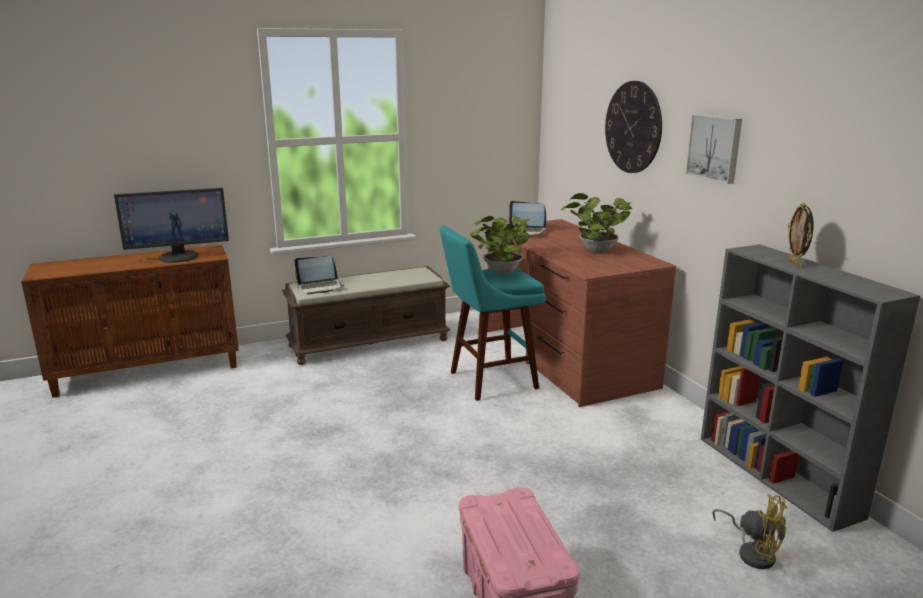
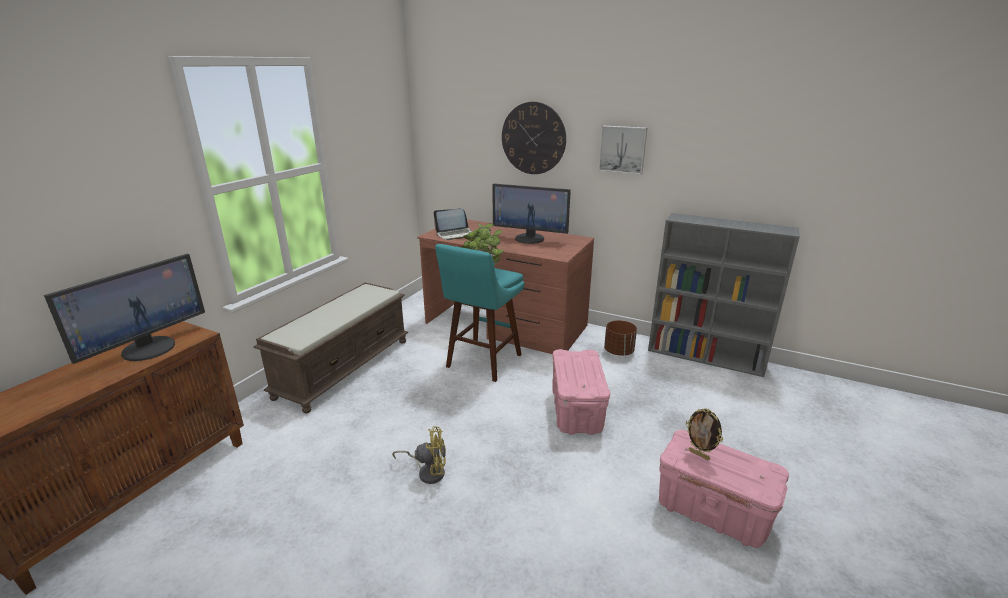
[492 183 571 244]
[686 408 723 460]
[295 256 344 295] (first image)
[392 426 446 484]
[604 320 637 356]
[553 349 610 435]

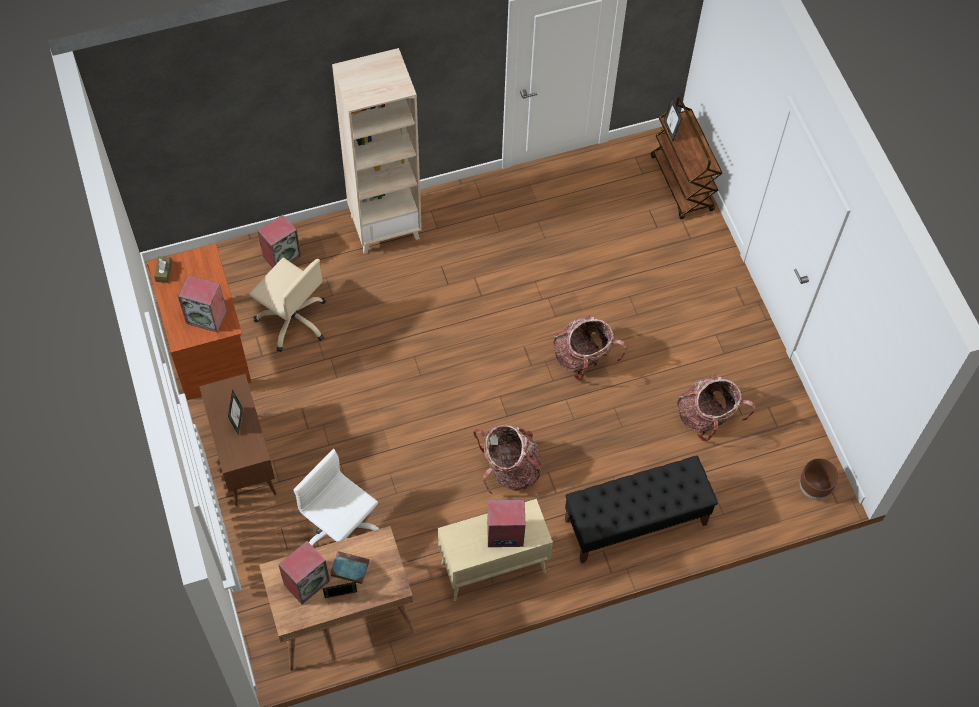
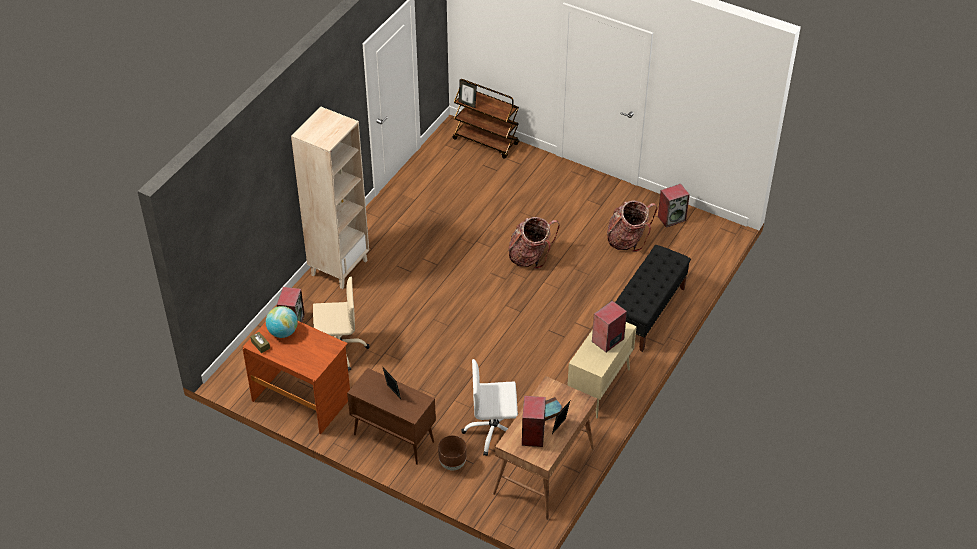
[658 184 690 228]
[473 425 541 494] (first image)
[438 435 467 470]
[266 306 298 338]

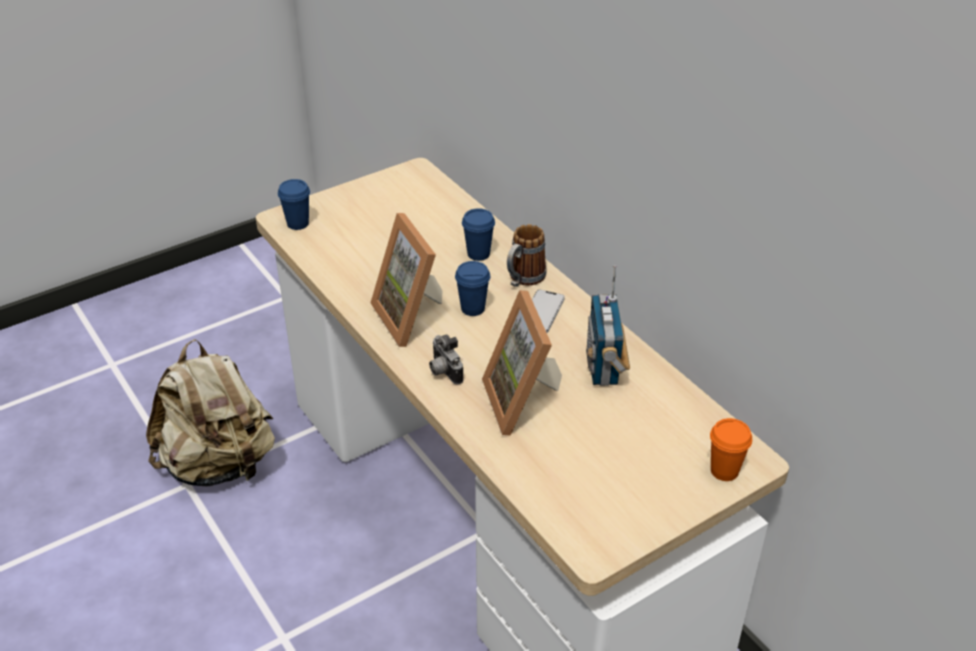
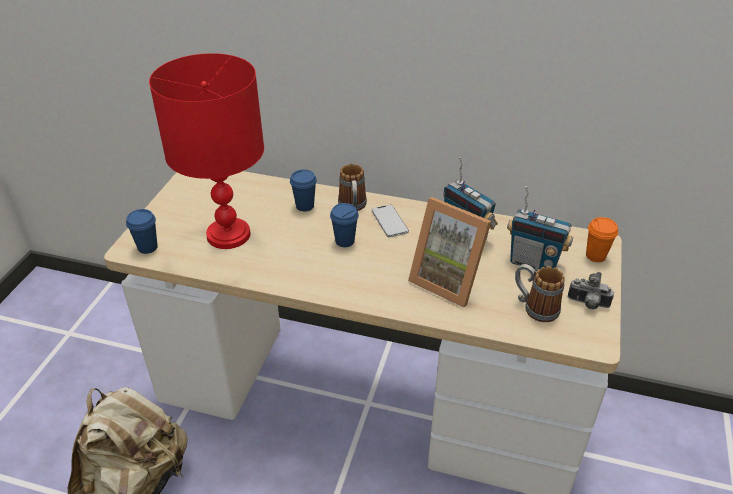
[371 213 442 347] (first image)
[568 272 614 309]
[149 53 264 249]
[507 186 573 271]
[515 264 565 322]

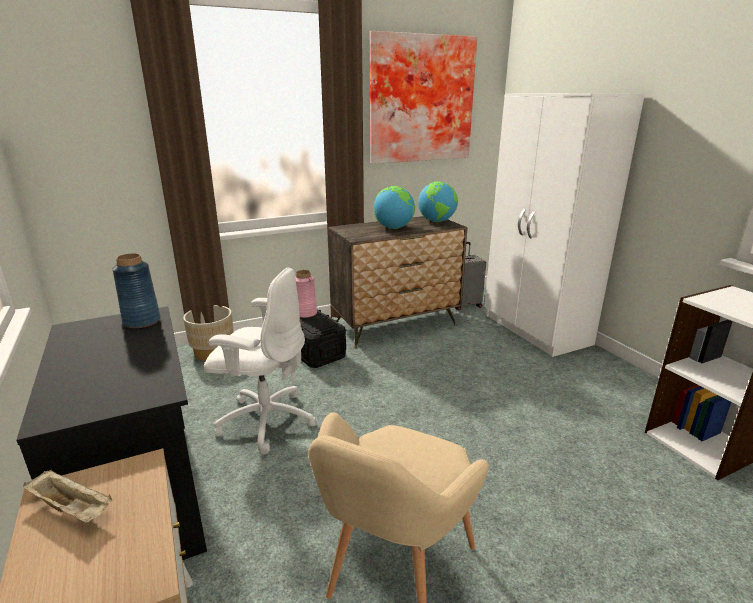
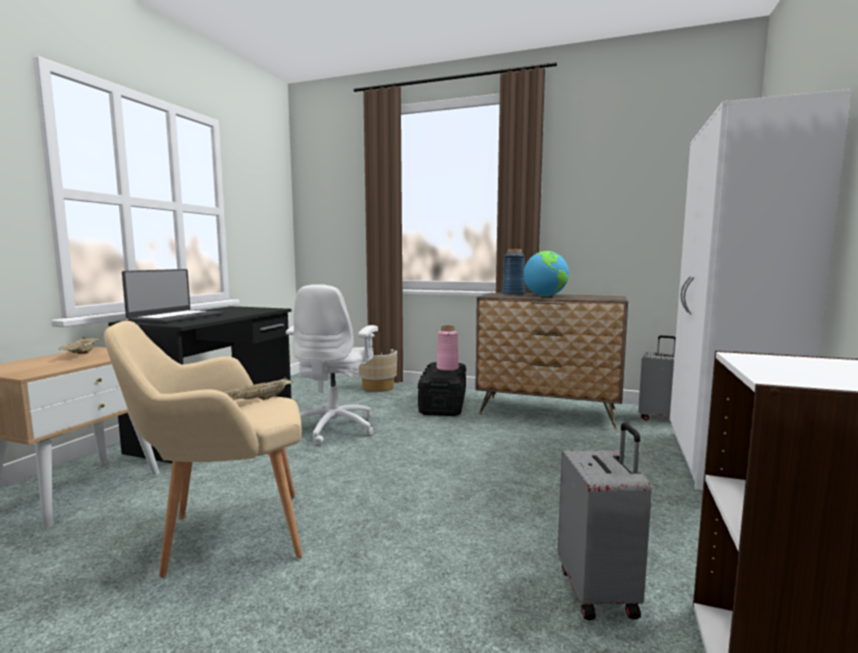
[370 31 477 164] (first image)
[418 181 458 222] (first image)
[502 249 525 295]
[286 284 378 445]
[122 269 223 324]
[221 377 293 400]
[558 423 652 620]

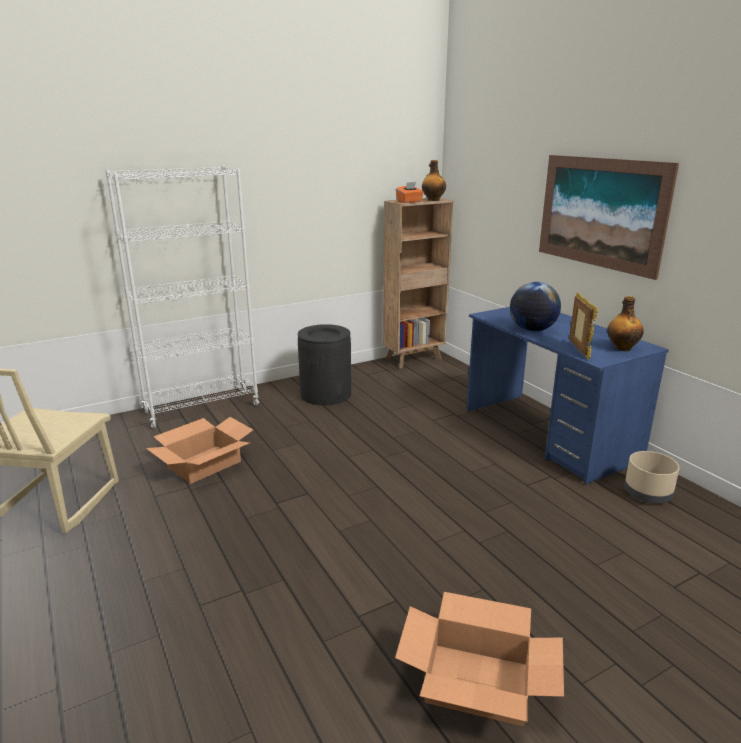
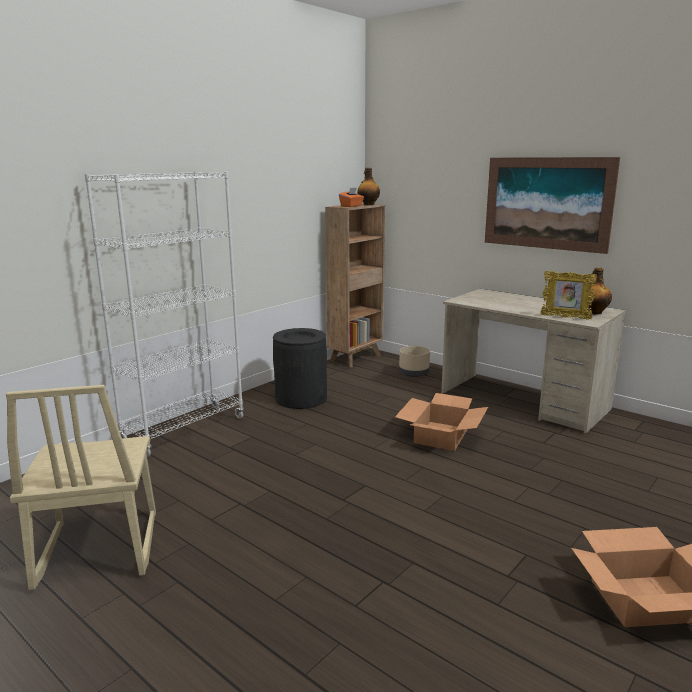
[510 282 561 331] (first image)
[540 271 597 319]
[441 289 626 434]
[395 393 488 451]
[399 346 430 377]

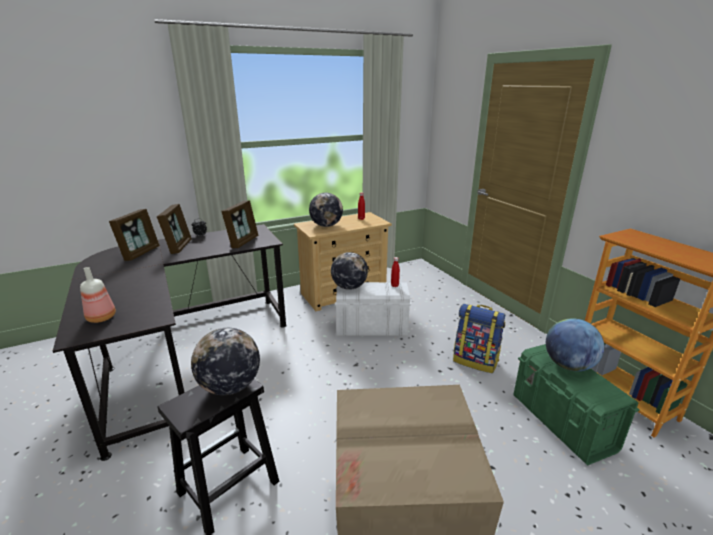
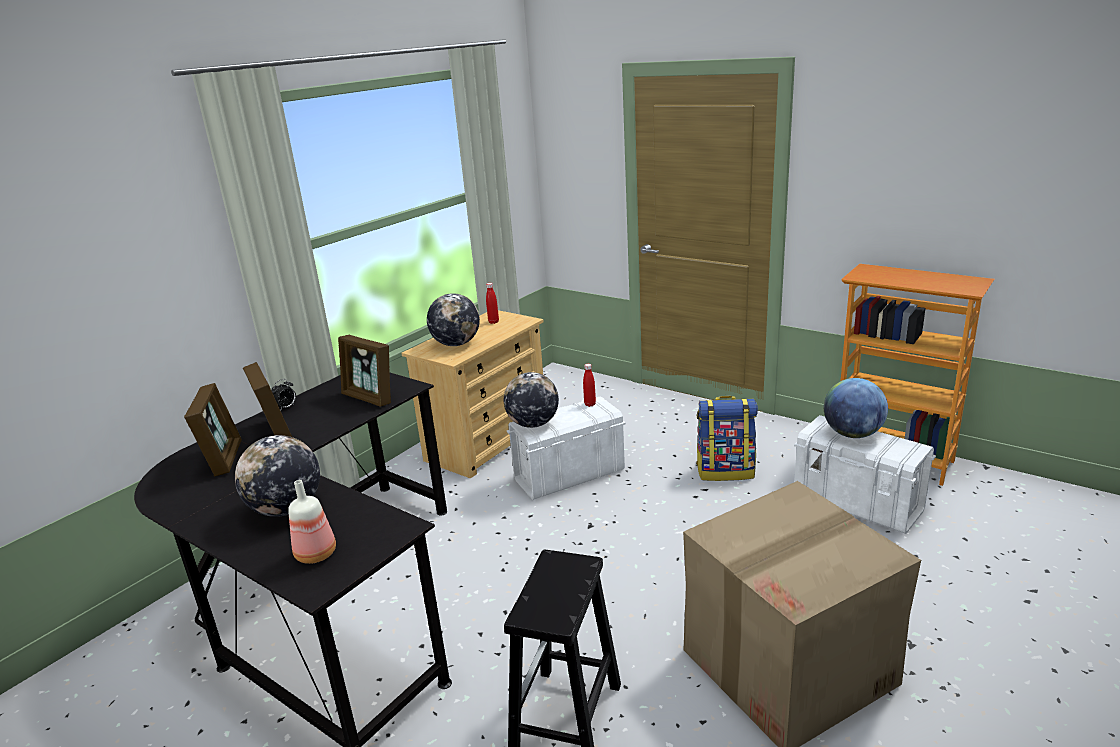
[338 335 391 407]
[235 435 320 517]
[794 415 936 534]

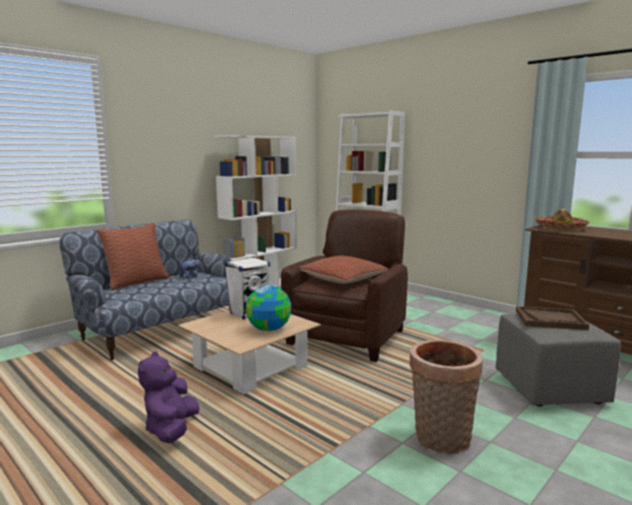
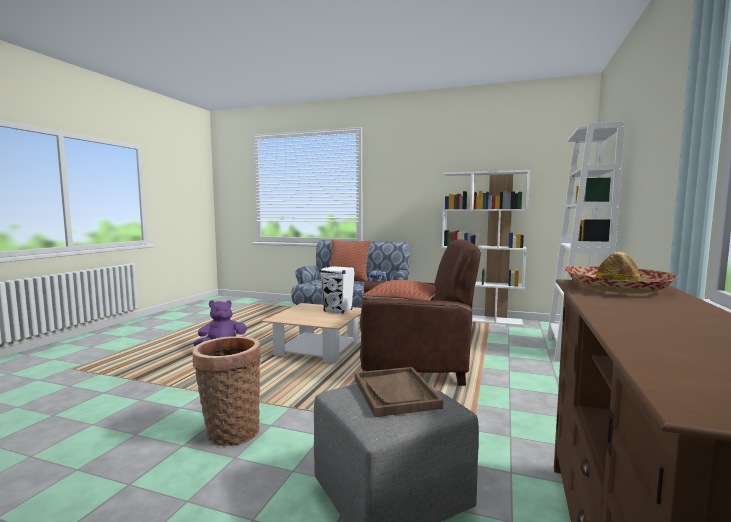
[246 285 291 331] (first image)

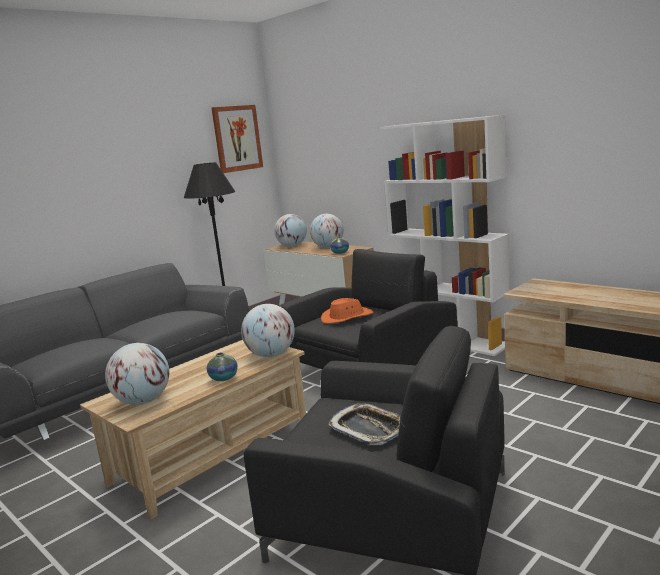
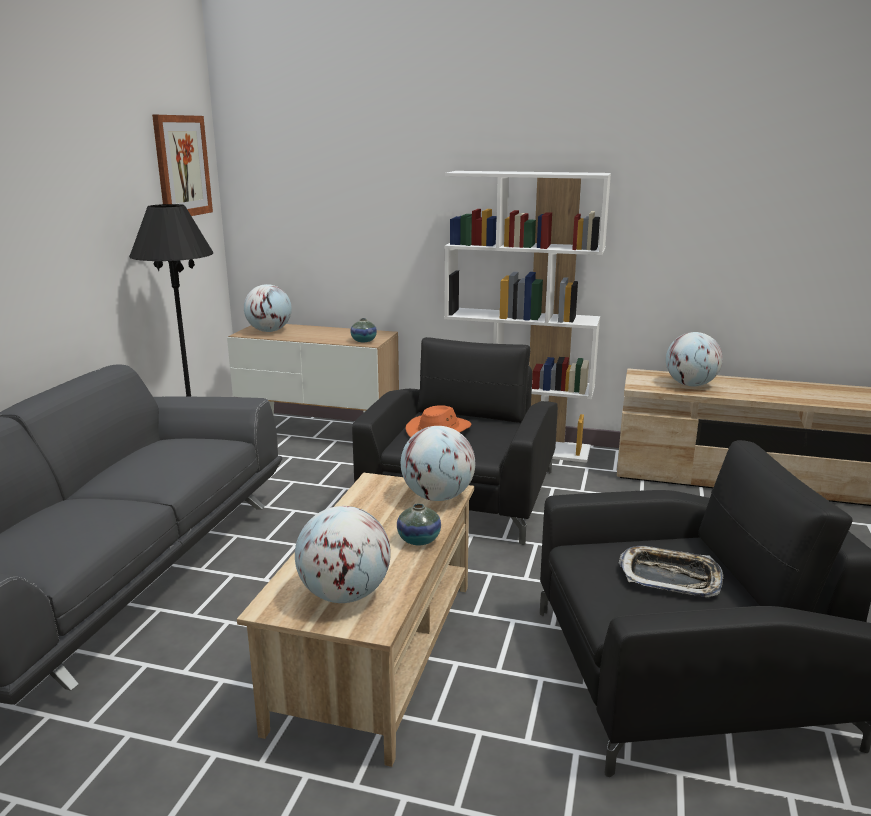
[666 332 723 386]

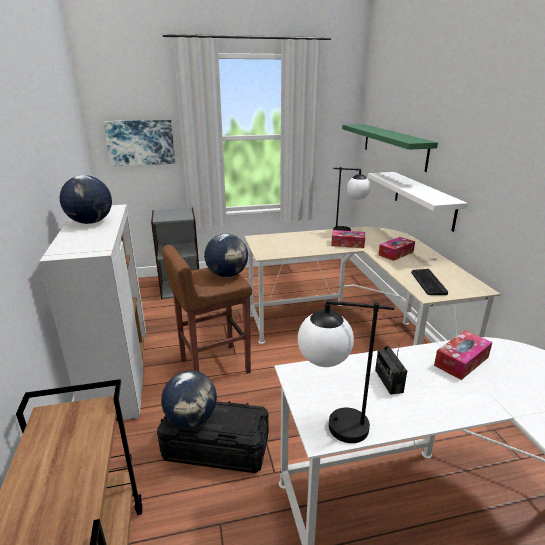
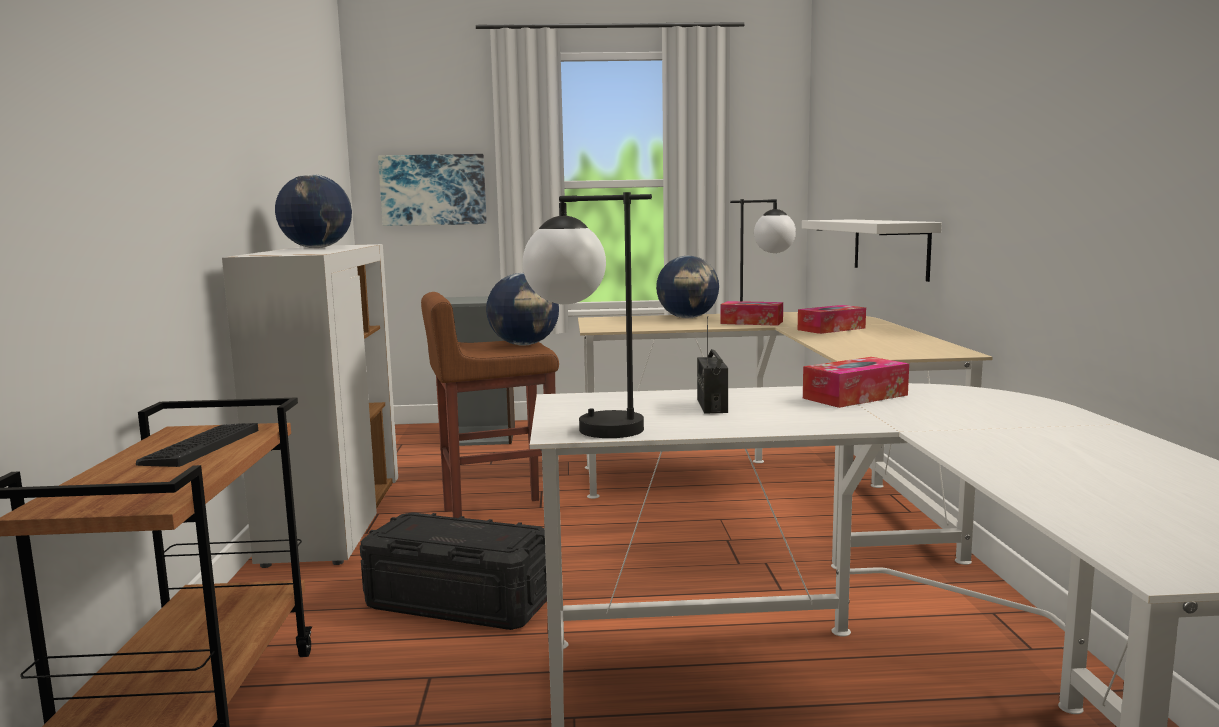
[342 124 438 172] (first image)
[136 423 258 467]
[656 256 719 318]

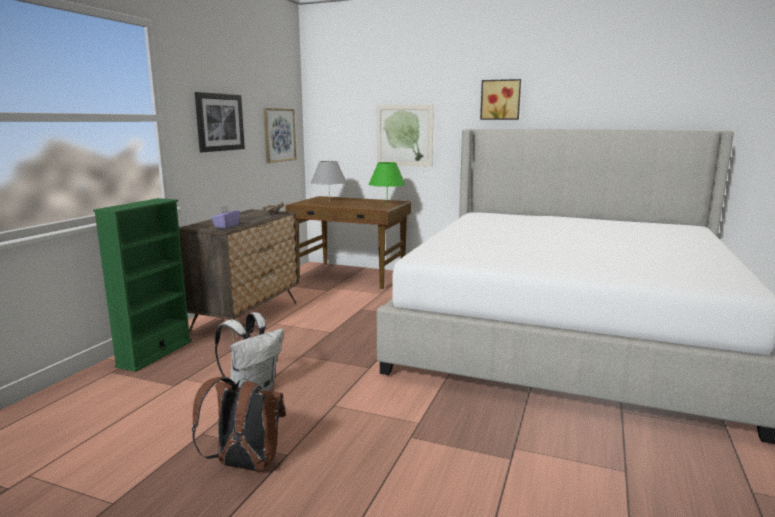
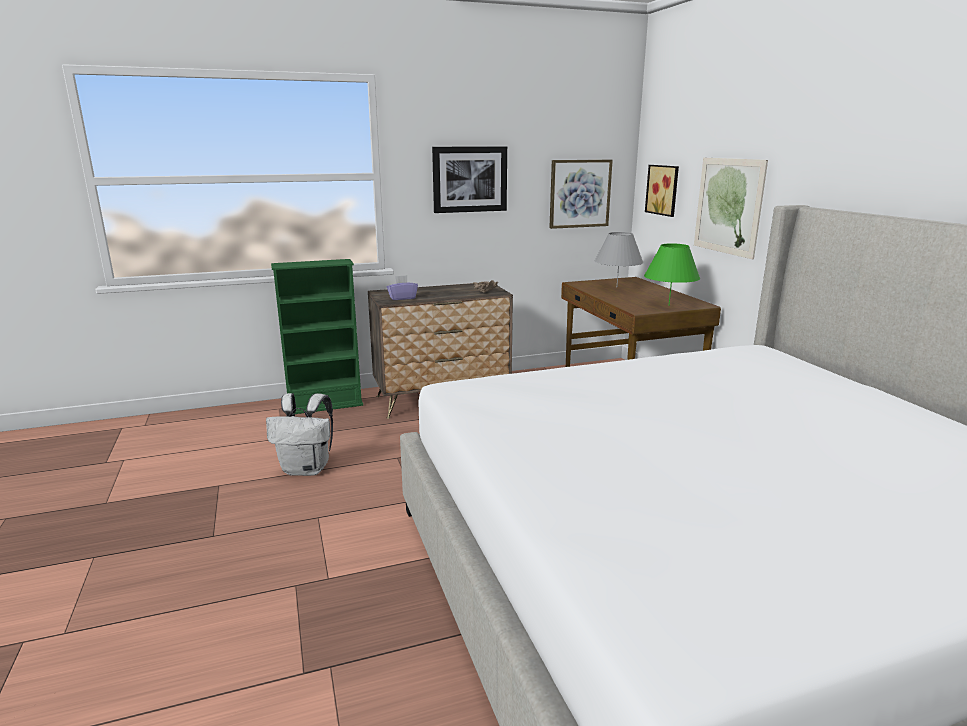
[645 165 679 217]
[192 376 286 471] (first image)

